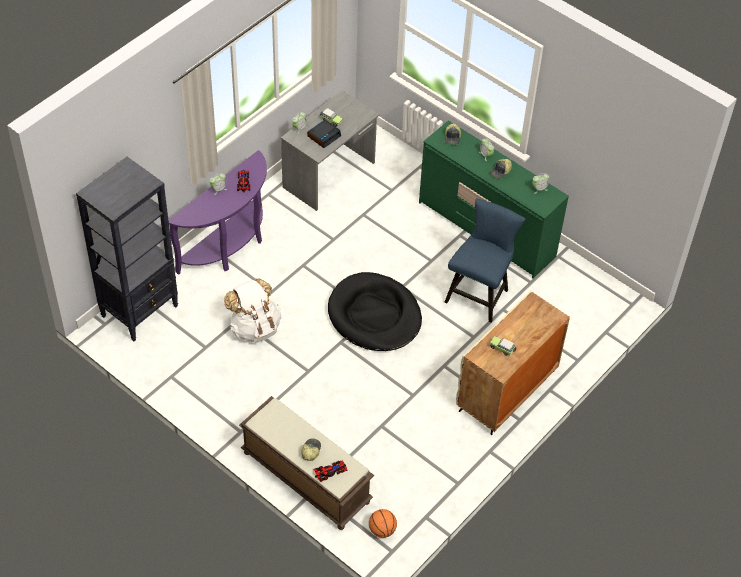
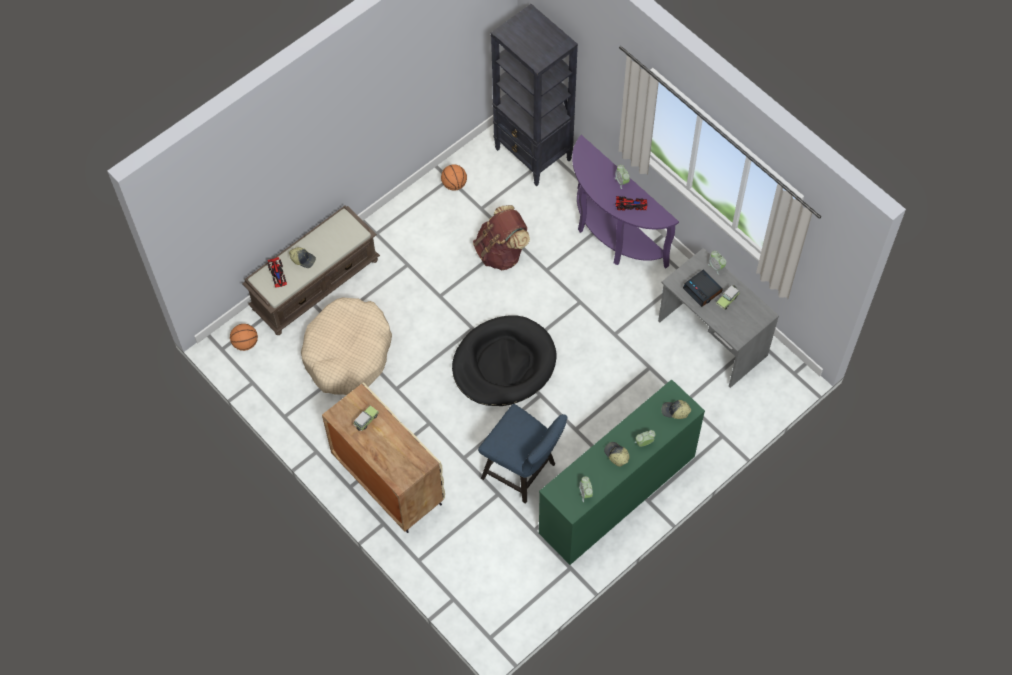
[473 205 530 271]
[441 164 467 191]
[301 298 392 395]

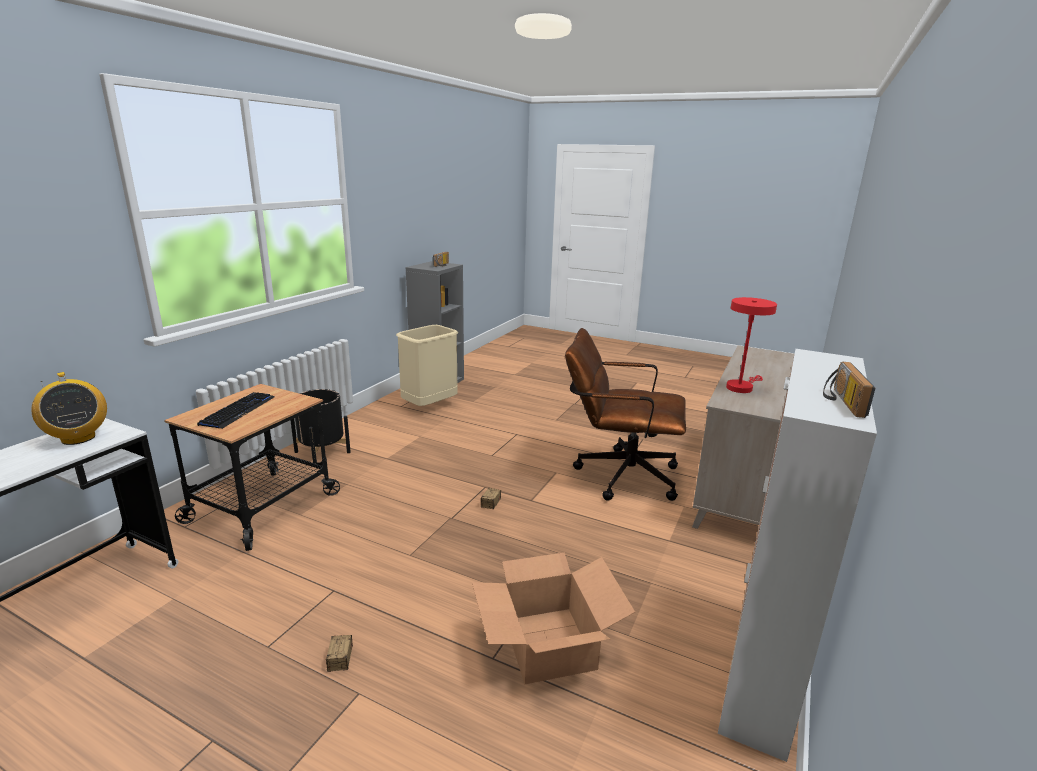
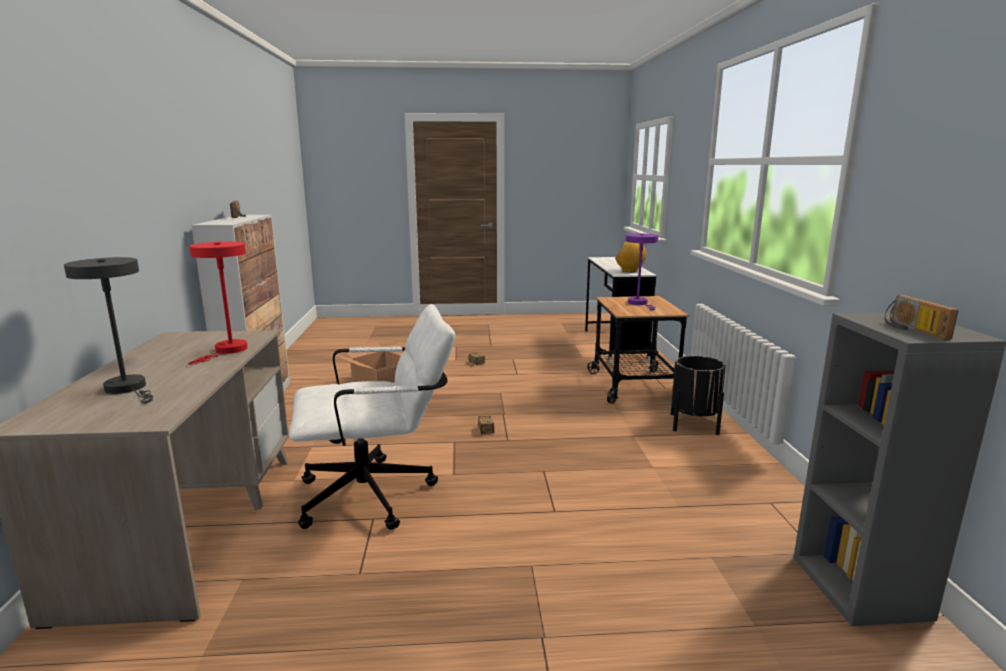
[396 325 458 406] (first image)
[289 304 455 530]
[626 233 658 310]
[64 257 153 404]

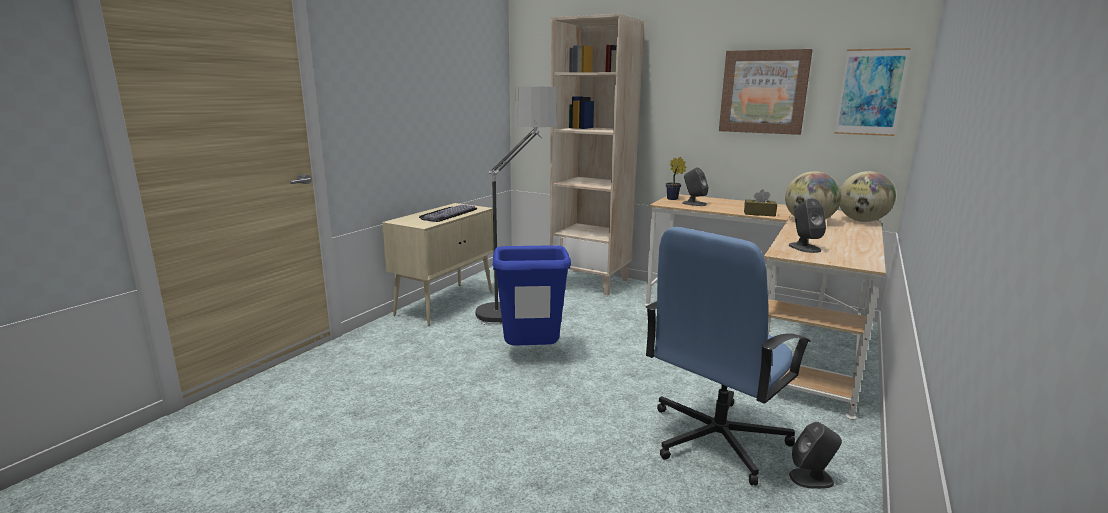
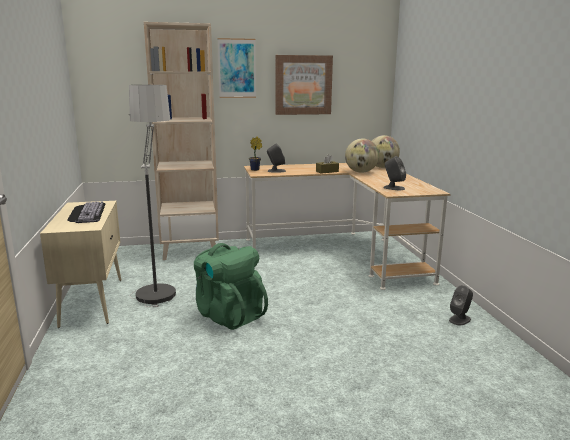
[218 38 256 98]
[646 227 812 486] (first image)
[194 243 268 330]

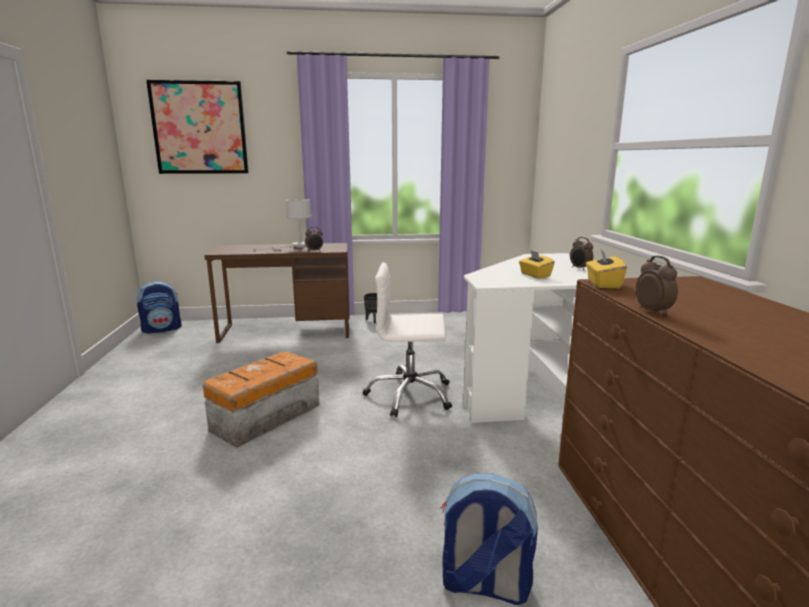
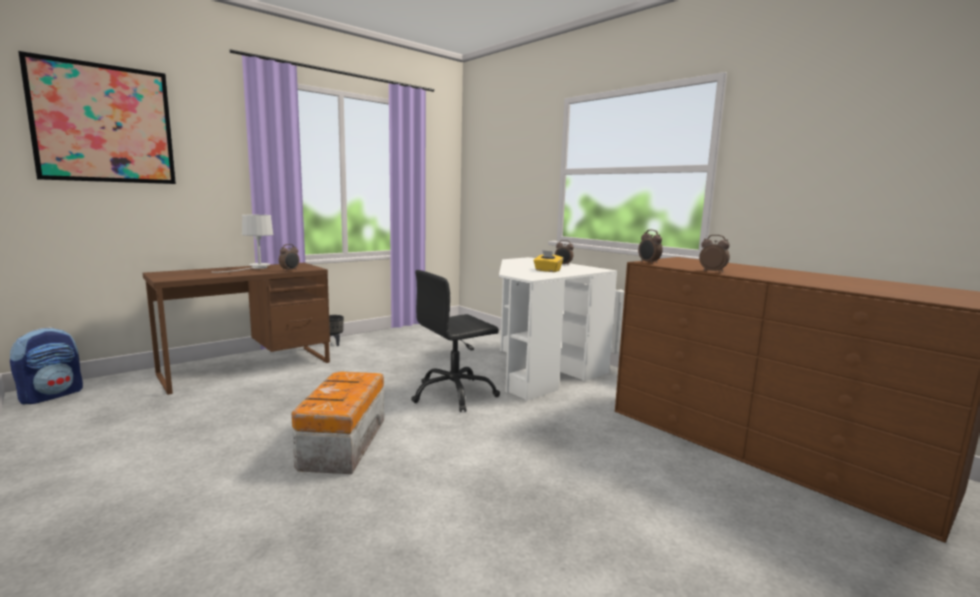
[638 230 663 264]
[411 270 500 412]
[441 474 538 605] (first image)

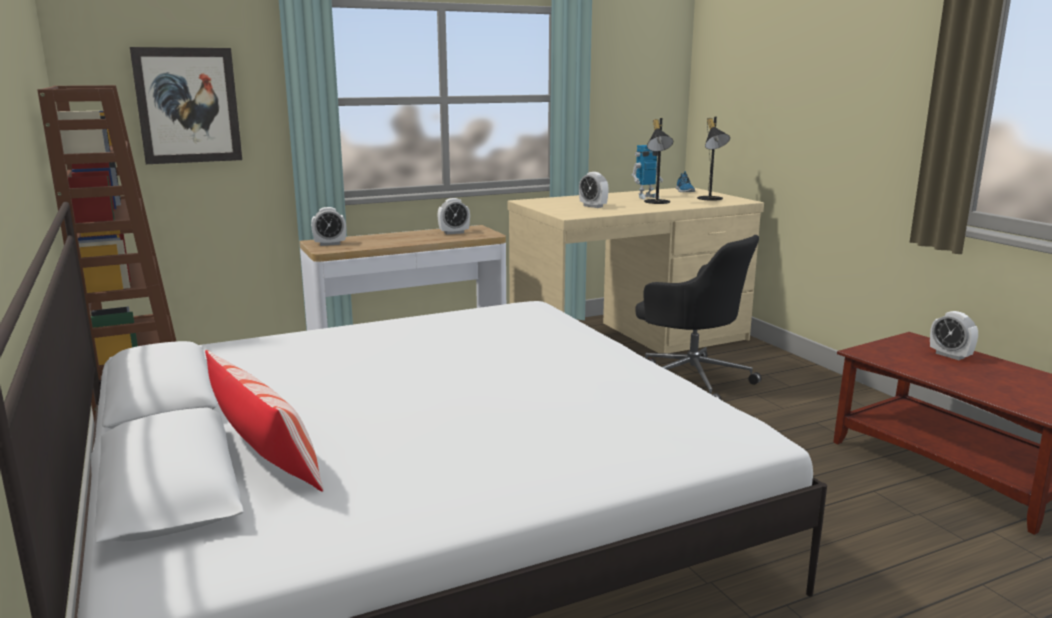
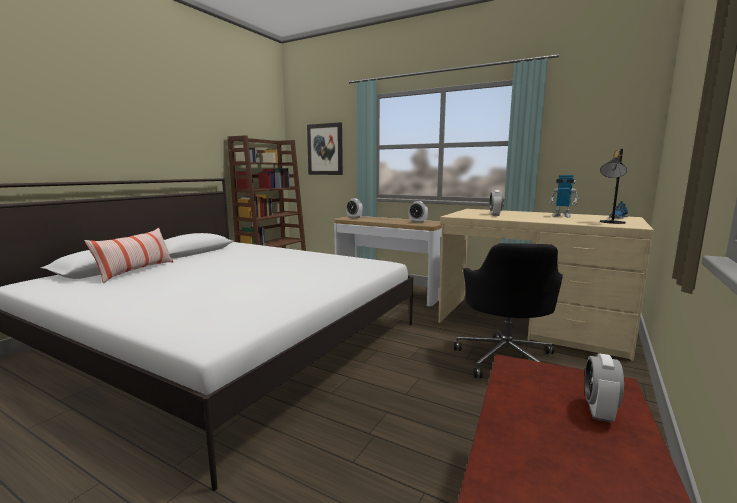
[644 118 673 204] (first image)

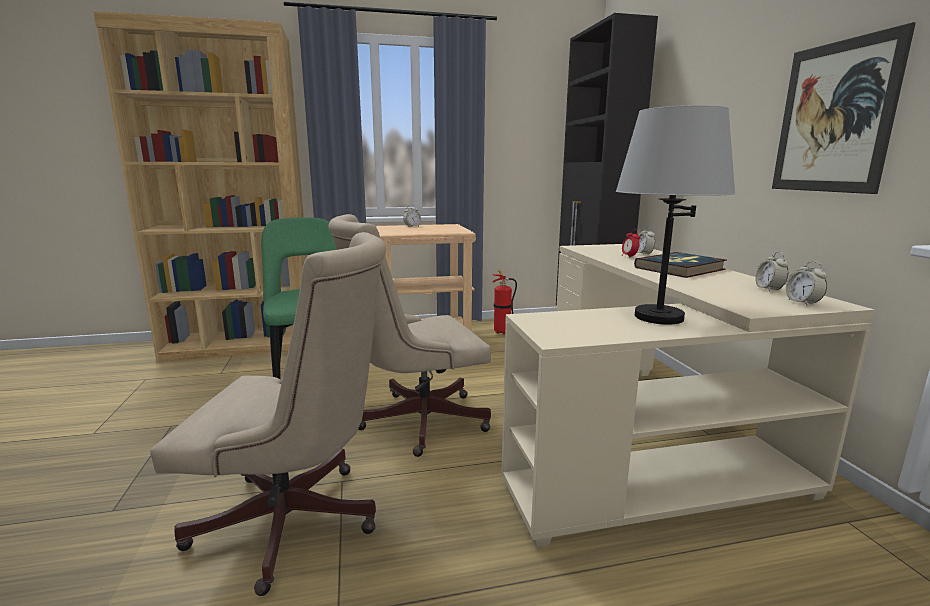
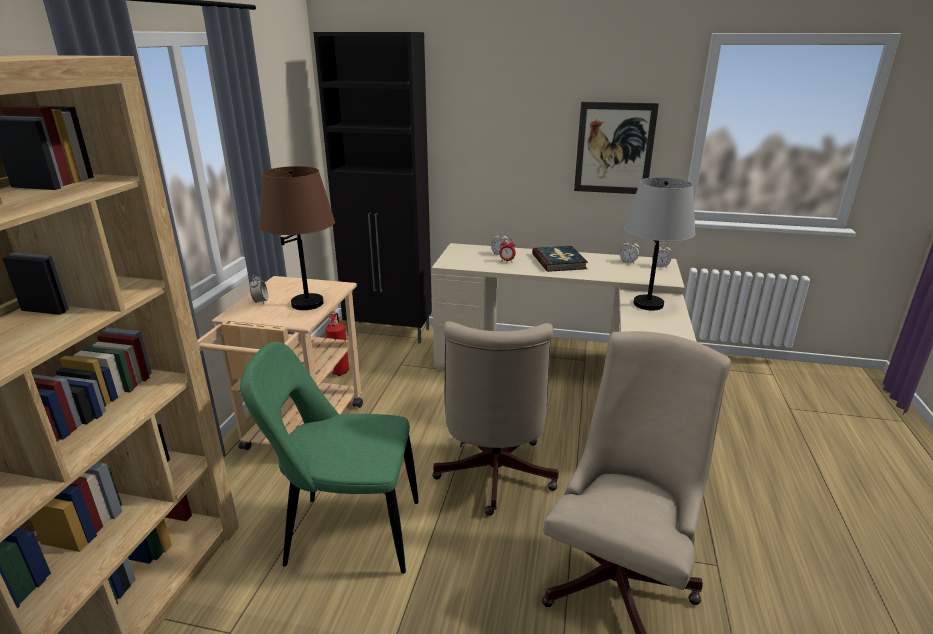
[259 166 335 310]

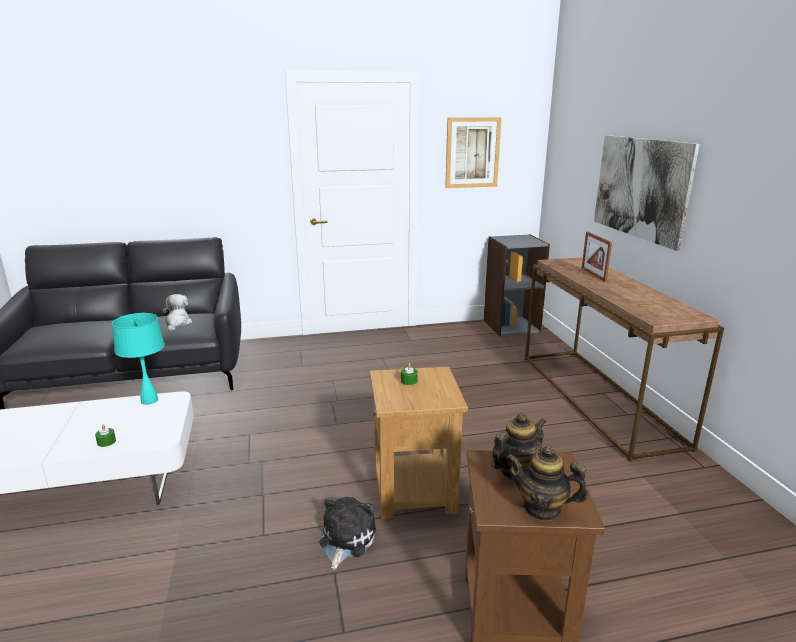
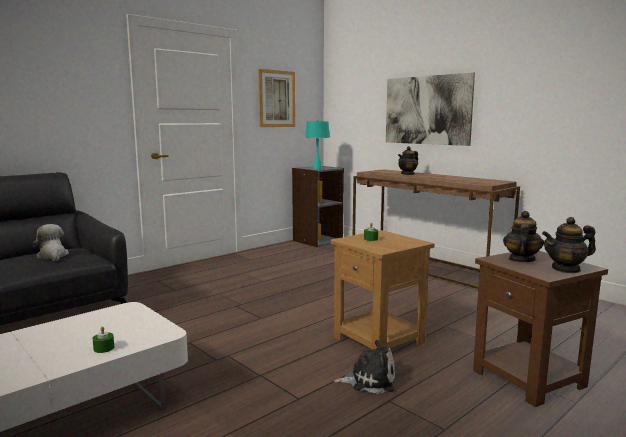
[398 146 418 175]
[305 120 330 170]
[334 340 395 394]

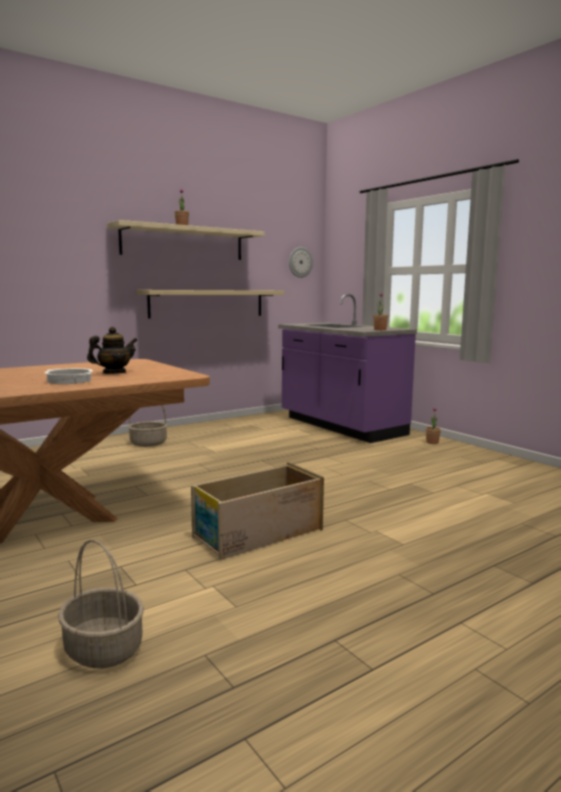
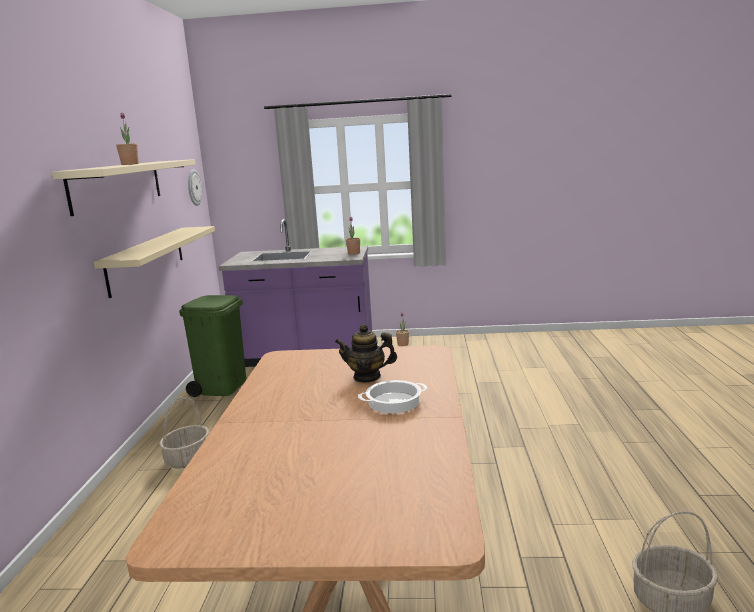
[335 324 397 383]
[191 462 324 560] (first image)
[179 295 246 397]

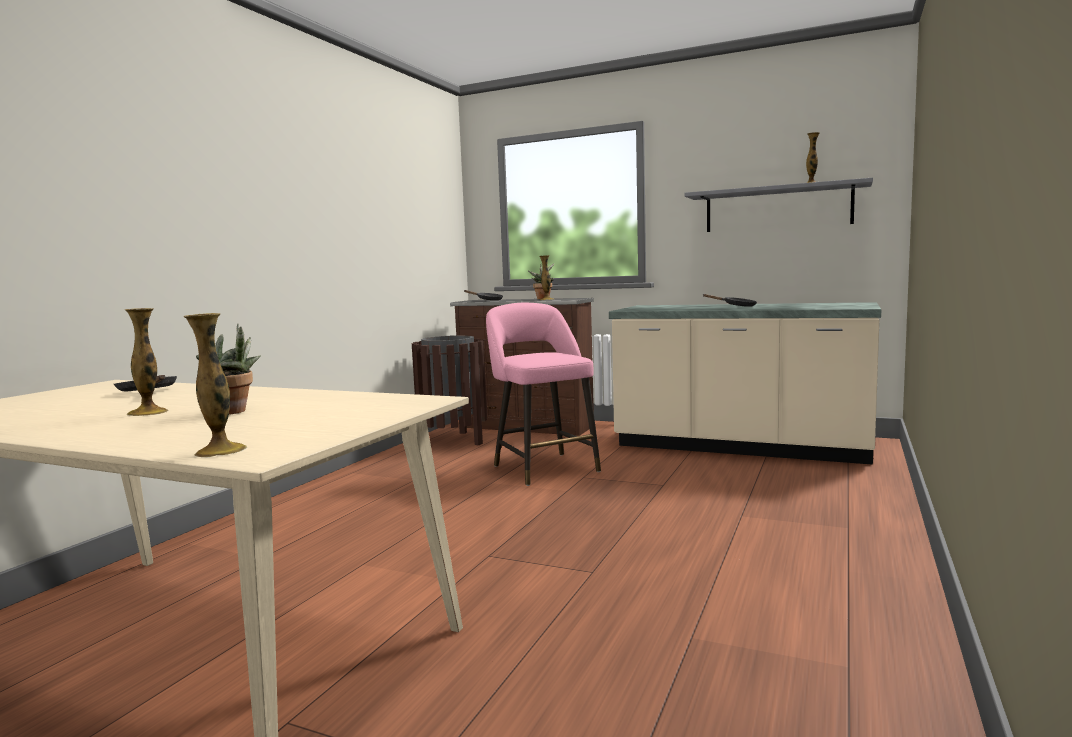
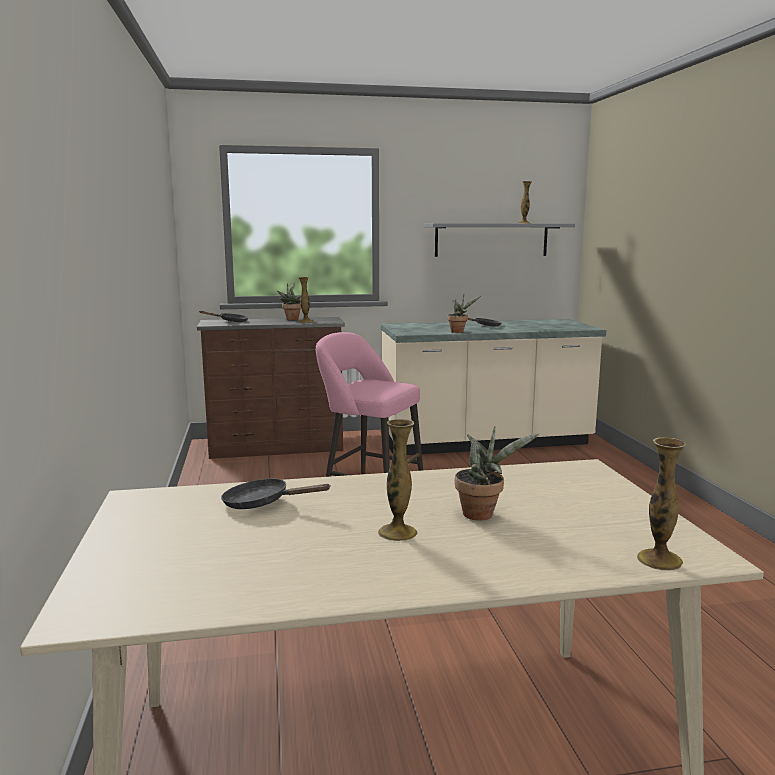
[412 335 487 445] (first image)
[448 295 482 333]

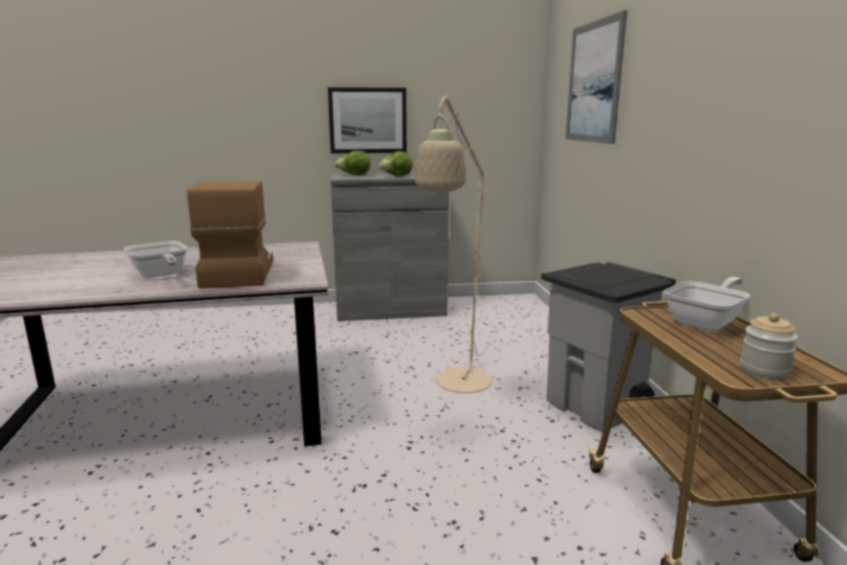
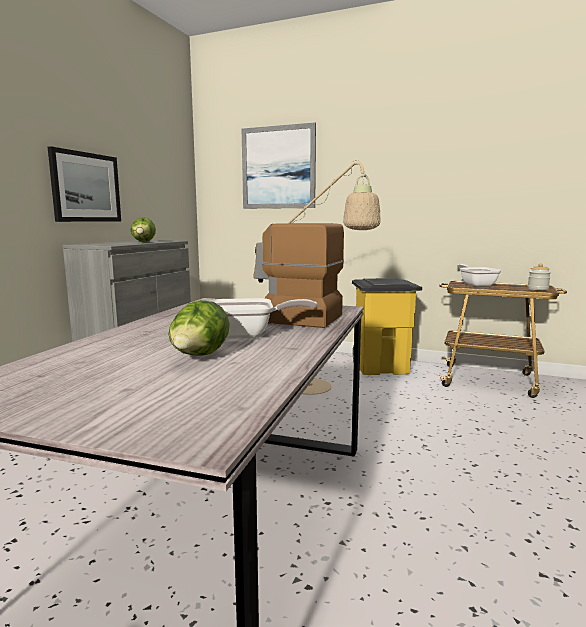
[169 300 230 356]
[352 278 422 375]

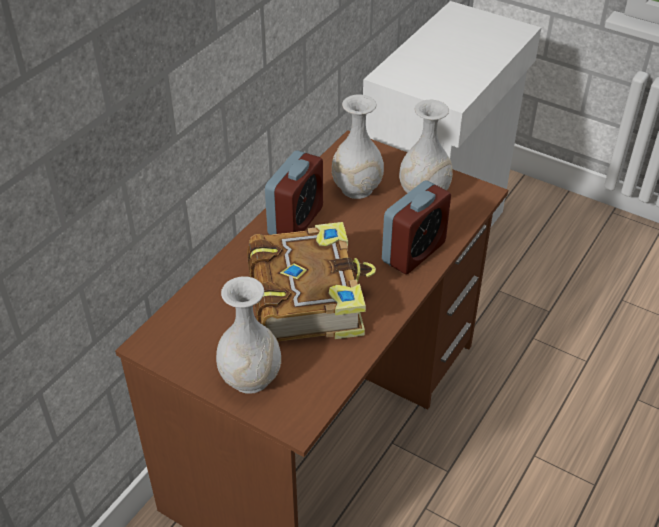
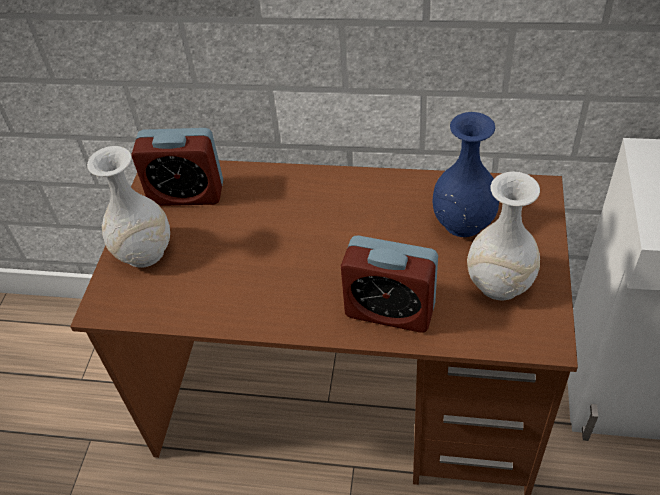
[433 112 499 237]
[131 128 223 206]
[247 222 376 342] (first image)

